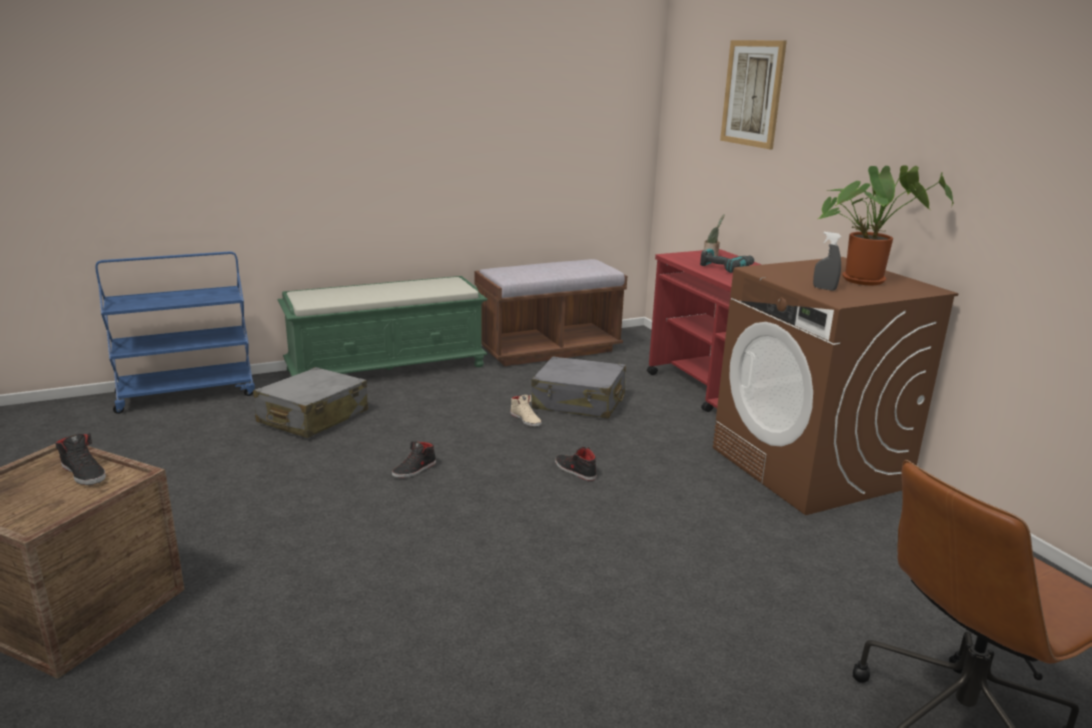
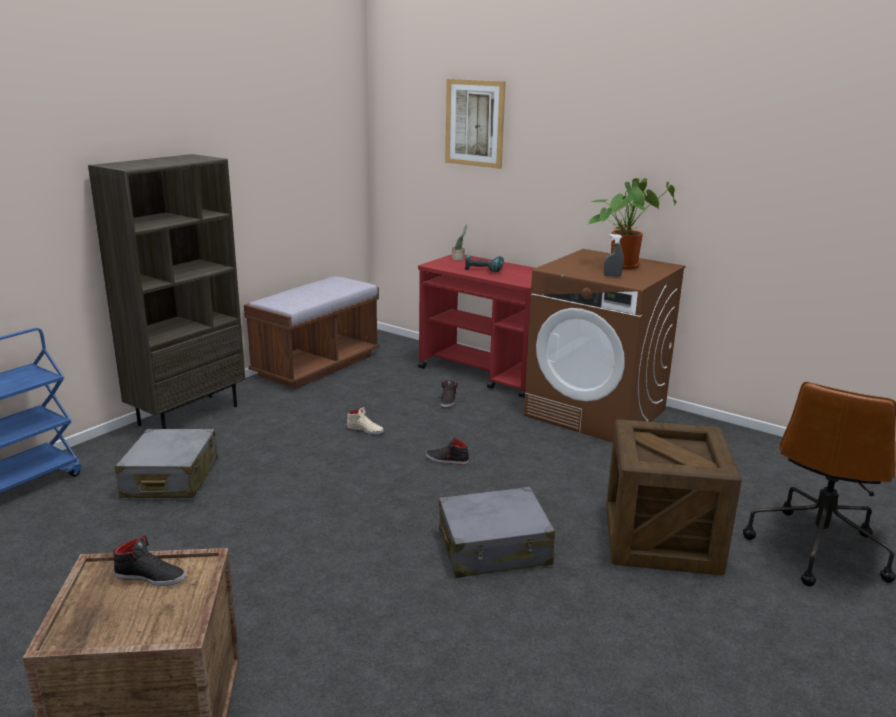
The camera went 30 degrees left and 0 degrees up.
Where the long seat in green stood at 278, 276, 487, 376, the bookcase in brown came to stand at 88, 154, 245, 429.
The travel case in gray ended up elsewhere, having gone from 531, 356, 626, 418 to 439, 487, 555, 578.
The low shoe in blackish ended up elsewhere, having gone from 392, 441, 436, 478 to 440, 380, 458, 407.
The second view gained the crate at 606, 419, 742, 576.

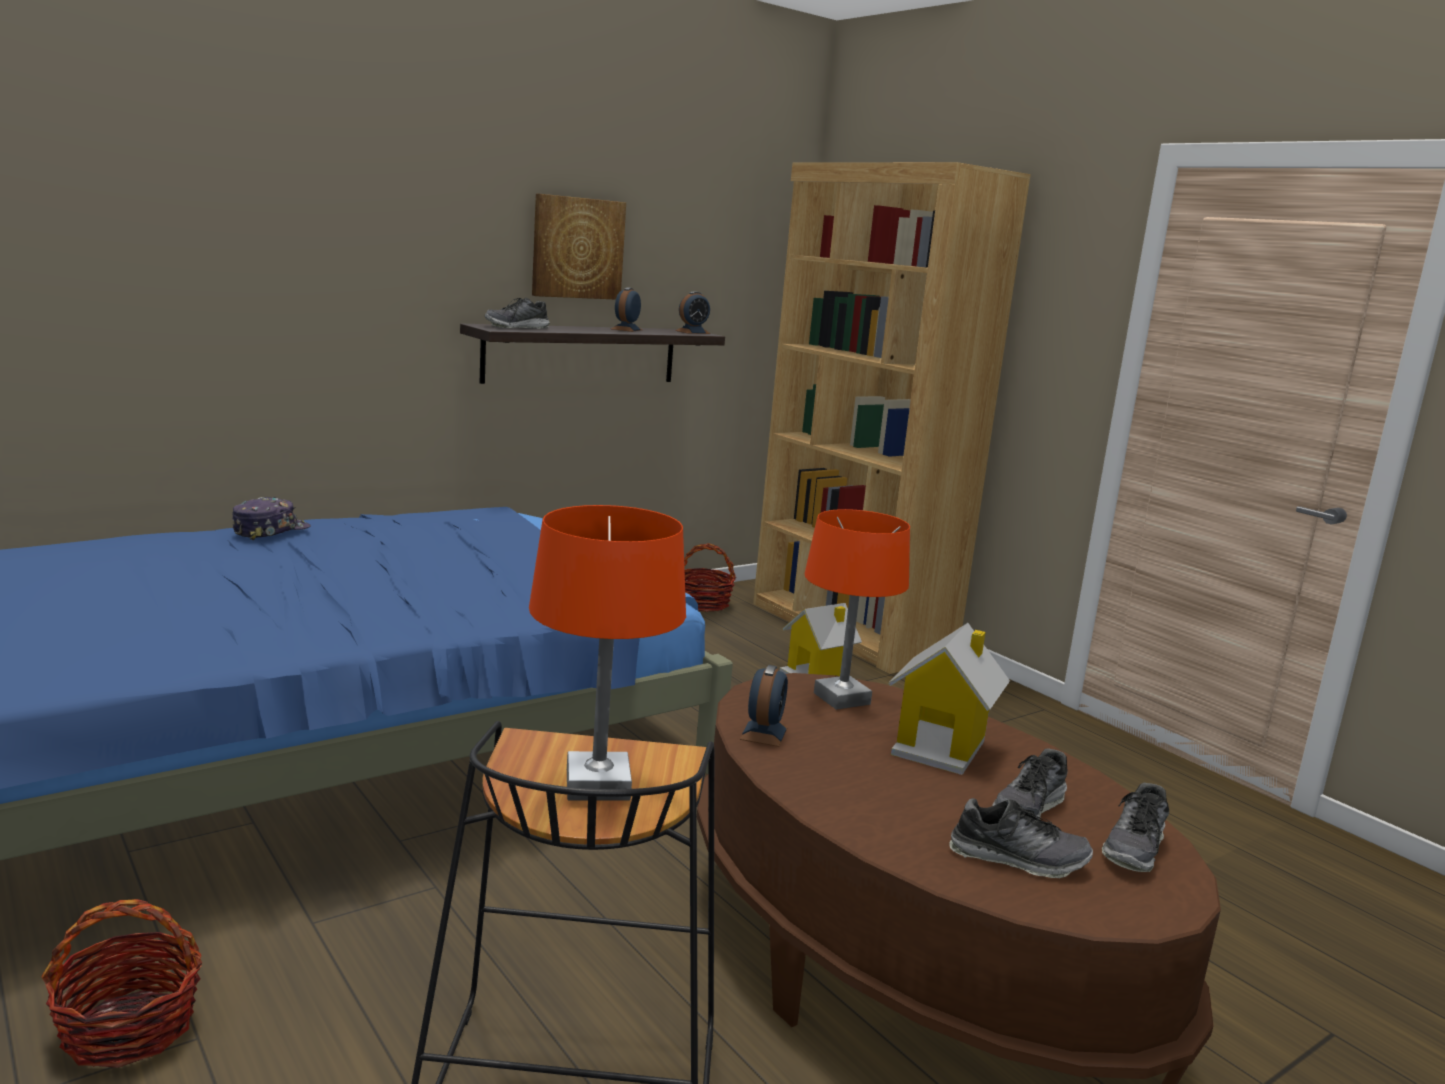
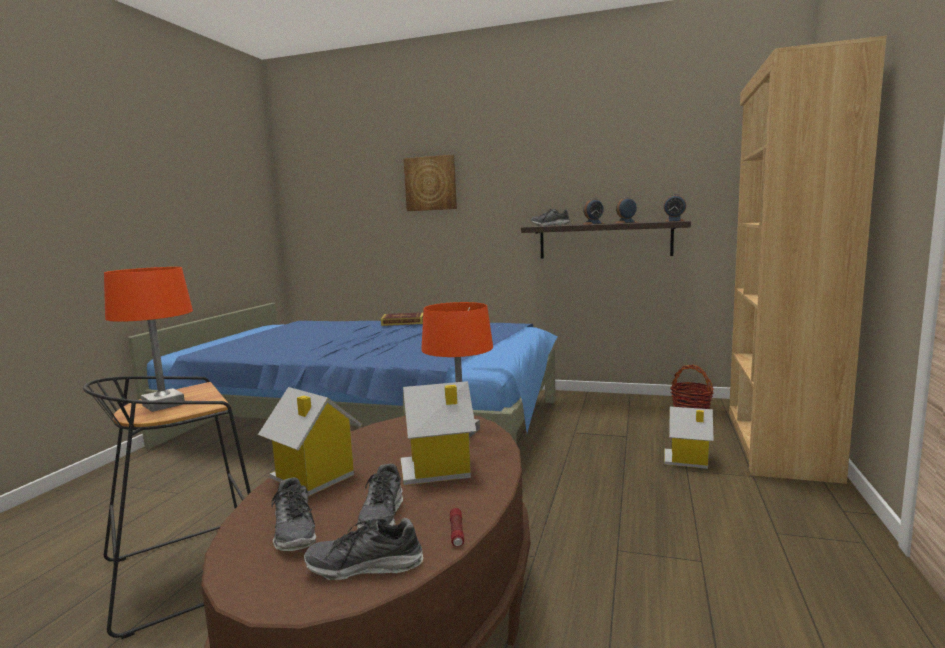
The camera went 55 degrees right and 5 degrees down.
The second view gained the model house at 258, 387, 362, 496.
The low shoe at 992, 748, 1068, 819 ended up facing another way, 90 degrees counterclockwise from before.
Where the peaked cap stood at 232, 497, 311, 540, the book came to stand at 381, 312, 423, 326.
The picture ended up elsewhere, having gone from 532, 193, 626, 300 to 404, 155, 457, 211.
The second view gained the torch at 450, 508, 464, 547.
The table clock ended up elsewhere, having gone from 740, 665, 788, 747 to 582, 198, 605, 225.
The second view lost the household basket at 41, 899, 202, 1068.

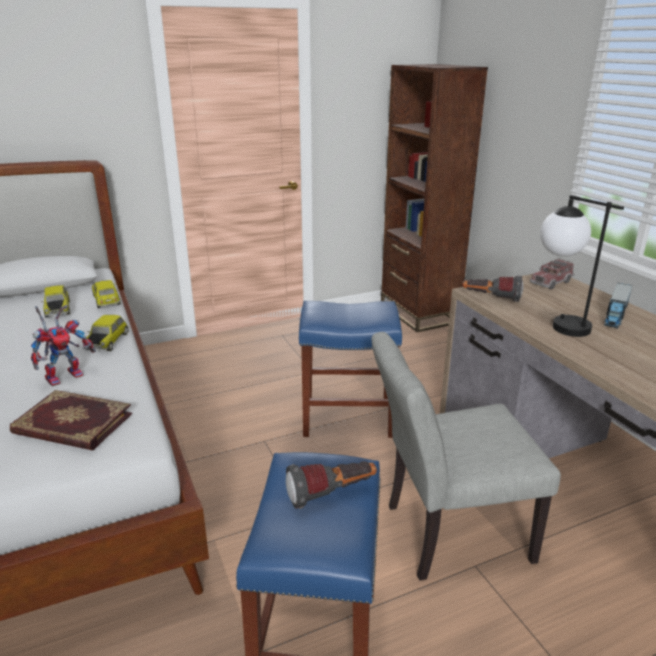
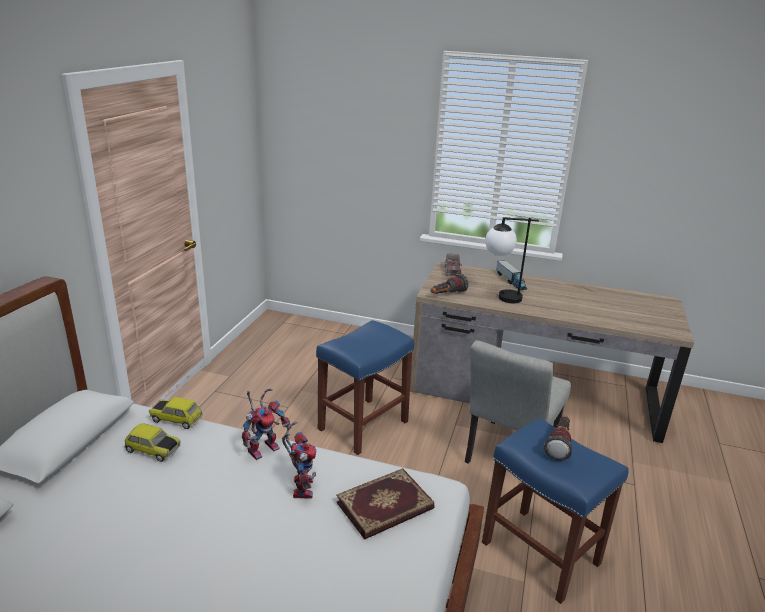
The camera went 50 degrees left and 0 degrees up.
Where the miniature car stood at 83, 315, 129, 351, the toy robot came to stand at 242, 388, 291, 460.
The second view lost the bookcase in brown at 381, 64, 488, 332.

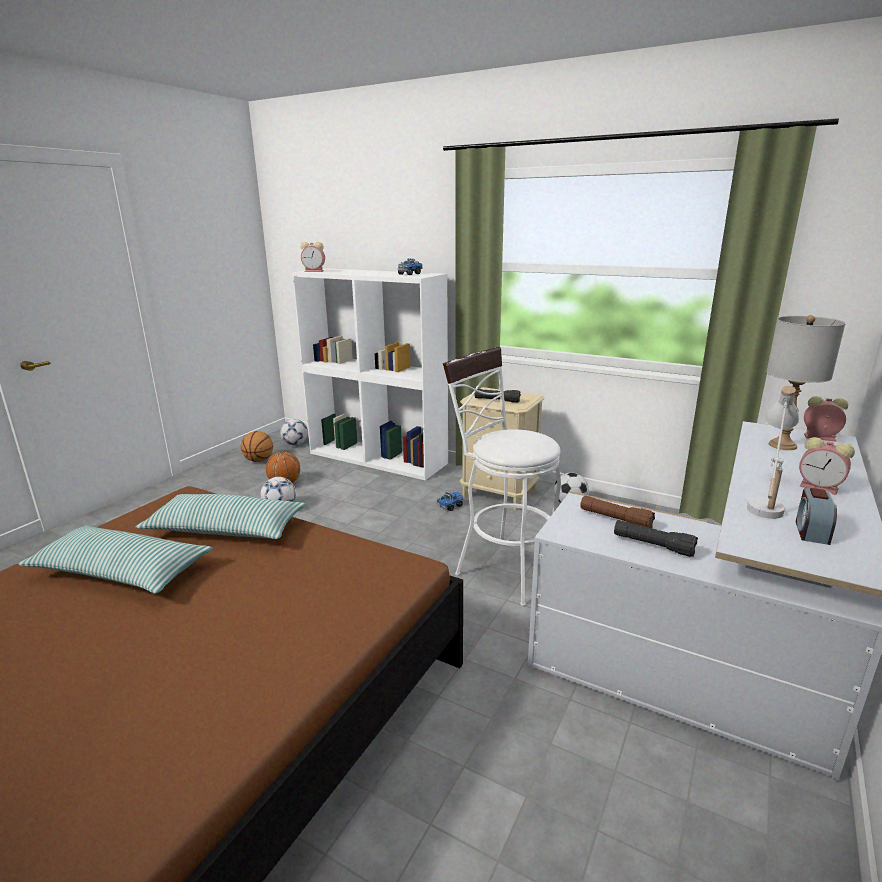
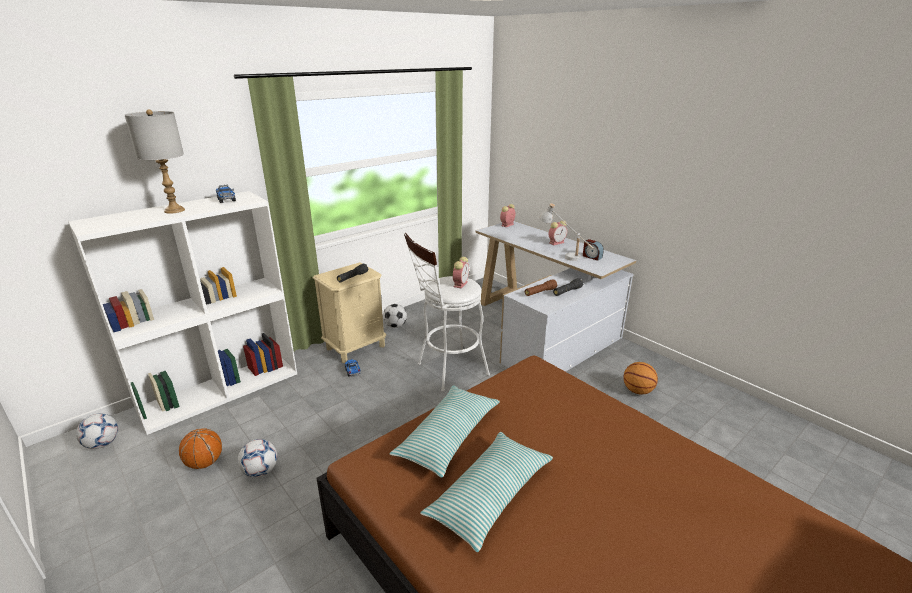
The camera went 70 degrees left and 5 degrees up.
The lamp for a table in gray ended up elsewhere, having gone from 766, 315, 846, 450 to 125, 109, 185, 214.
The table clock ended up elsewhere, having gone from 301, 242, 325, 272 to 453, 257, 469, 289.
The basketball ended up elsewhere, having gone from 241, 431, 273, 462 to 623, 362, 658, 395.

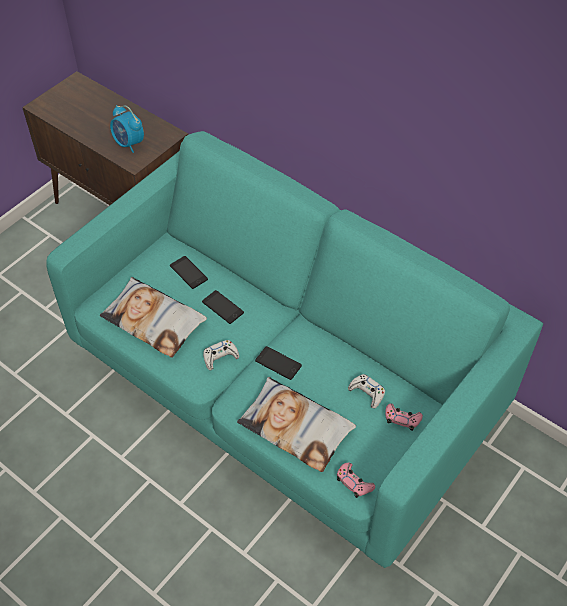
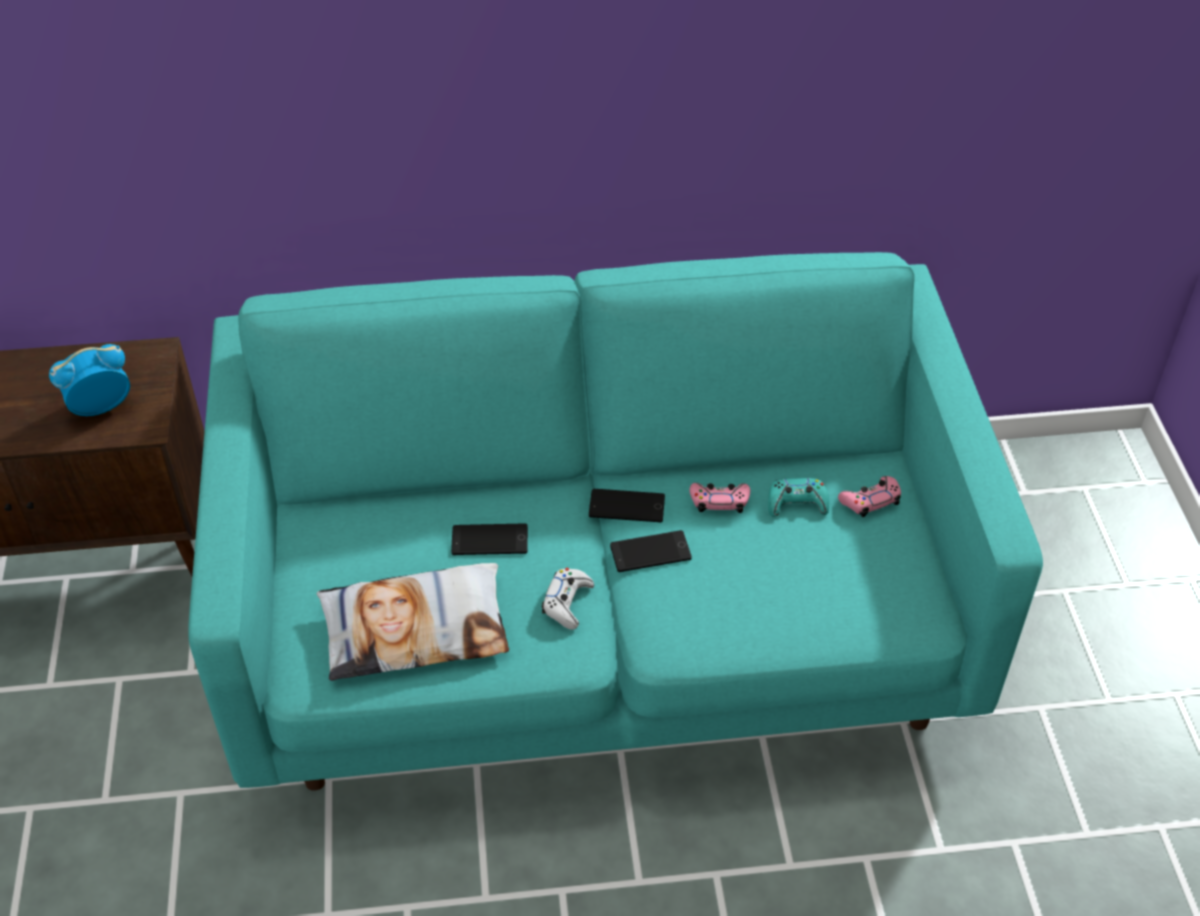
The camera went 45 degrees left and 5 degrees down.
The table clock at 110, 105, 144, 153 ended up facing another way, 150 degrees clockwise from before.
The phone ended up elsewhere, having gone from 170, 256, 208, 289 to 589, 489, 665, 523.
The game controller in pinkish ended up elsewhere, having gone from 337, 463, 375, 498 to 690, 483, 750, 513.
What was the game controller in white-coloured at 348, 374, 385, 409 turned into the game controller in turquoise-coloured at 768, 478, 829, 517.
The second view lost the pillow at 237, 377, 356, 472.

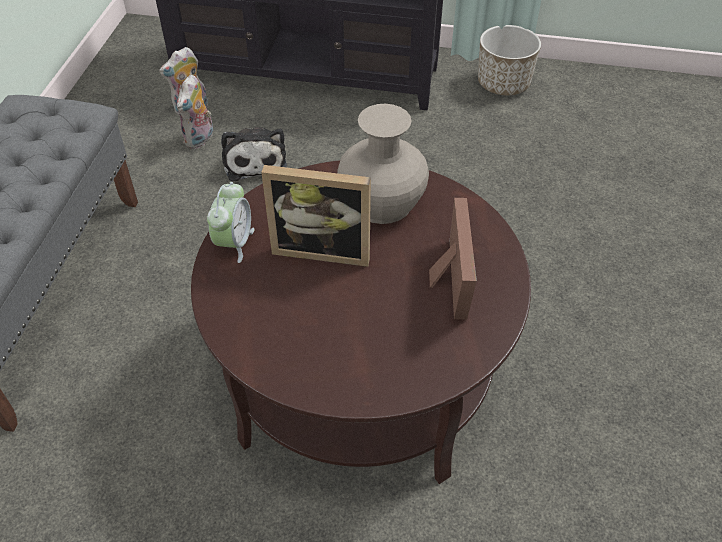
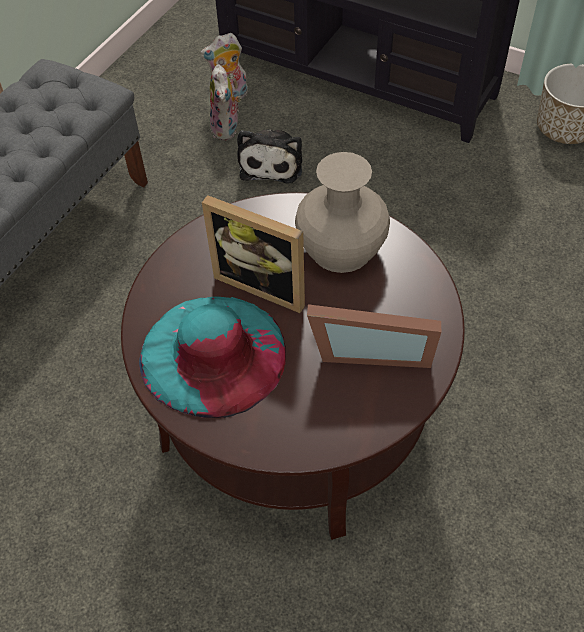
The camera went 20 degrees right and 5 degrees up.
The second view gained the wearable hat in turquoise-coloured at 139, 296, 286, 418.
The soft toy at 176, 75, 213, 149 ended up facing another way, 45 degrees counterclockwise from before.
The photo frame at 429, 198, 477, 319 ended up facing another way, 75 degrees clockwise from before.
The second view lost the table clock at 207, 182, 255, 263.

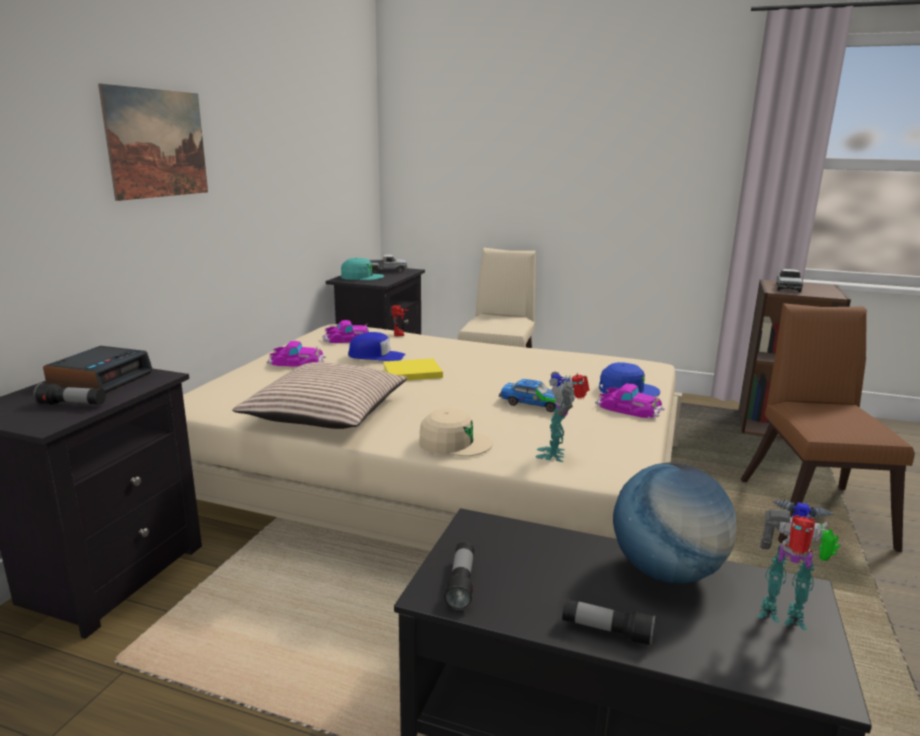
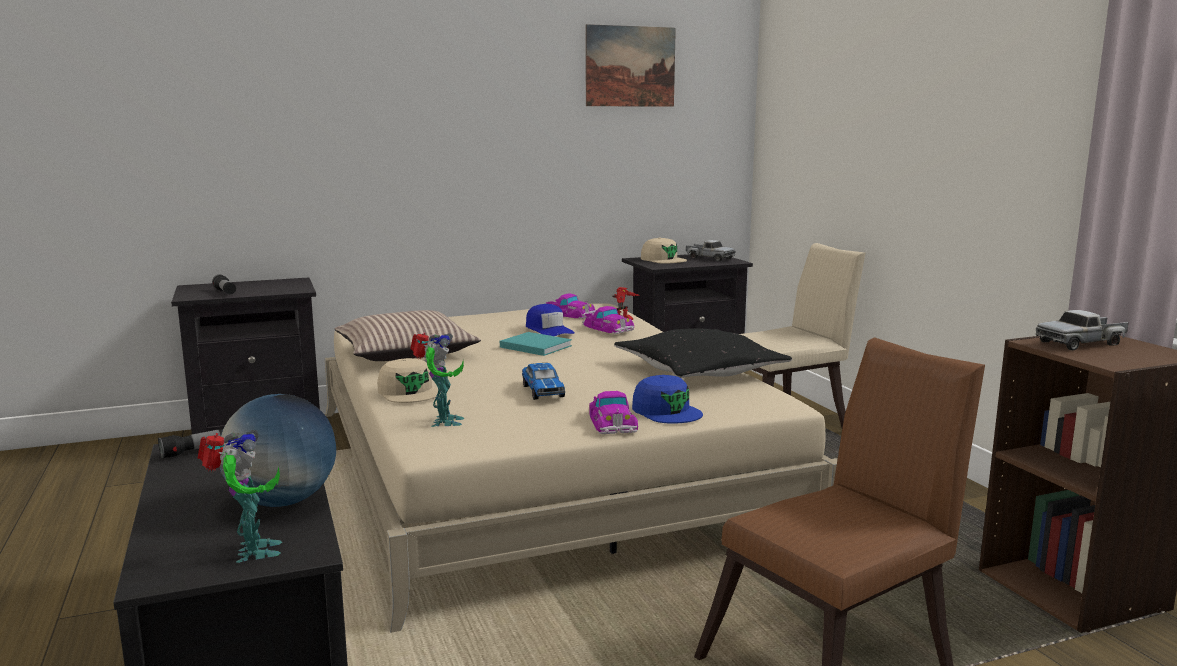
The camera went 50 degrees right and 5 degrees down.
The toy robot at 535, 372, 589, 462 ended up facing another way, 120 degrees clockwise from before.
What was the book in yellow-coloured at 383, 358, 443, 381 turned into the book in turquoise-coloured at 500, 332, 572, 356.
The miniature car ended up elsewhere, having gone from 267, 341, 326, 366 to 582, 306, 634, 334.
The picture ended up elsewhere, having gone from 98, 84, 208, 201 to 586, 24, 676, 107.
The second view gained the pillow in blackish at 614, 328, 792, 378.
What was the peaked cap in turquoise-coloured at 341, 258, 384, 280 turned into the peaked cap in sand-coloured at 641, 238, 687, 264.
The second view lost the table clock at 43, 346, 153, 393.
The second view lost the torch at 562, 598, 656, 646.

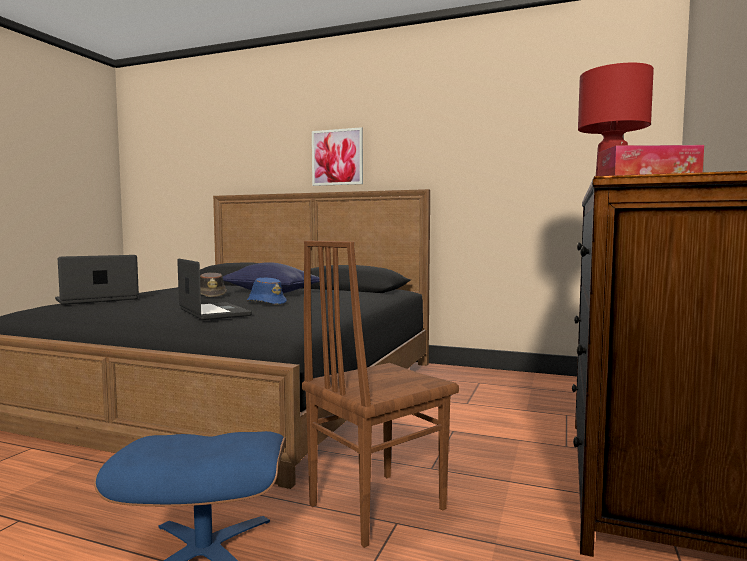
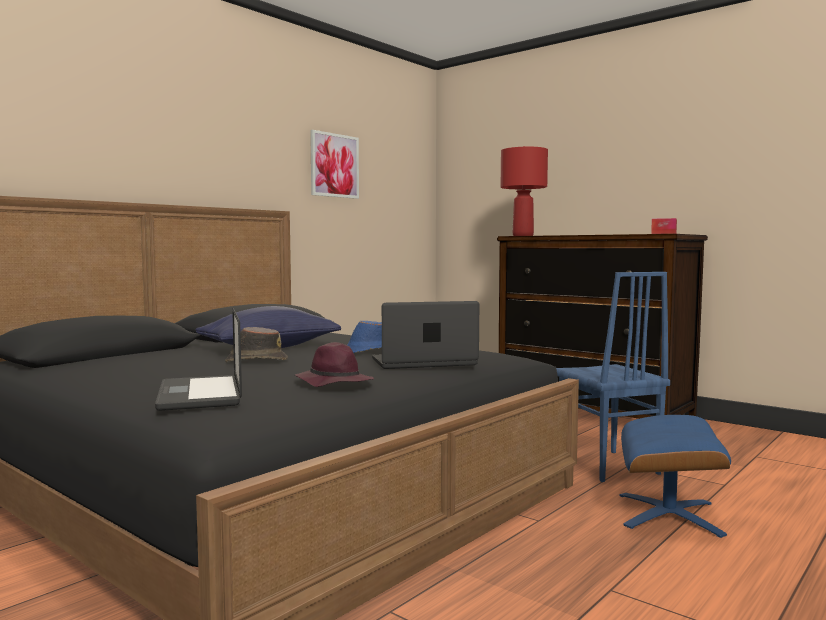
The camera went 70 degrees left and 0 degrees up.
The second view gained the wearable hat in purplish at 295, 342, 374, 387.
The picture ended up elsewhere, having gone from 312, 127, 363, 186 to 310, 130, 359, 199.
What was the chair in brown at 302, 241, 459, 548 turned into the chair in blue-coloured at 556, 272, 670, 482.

